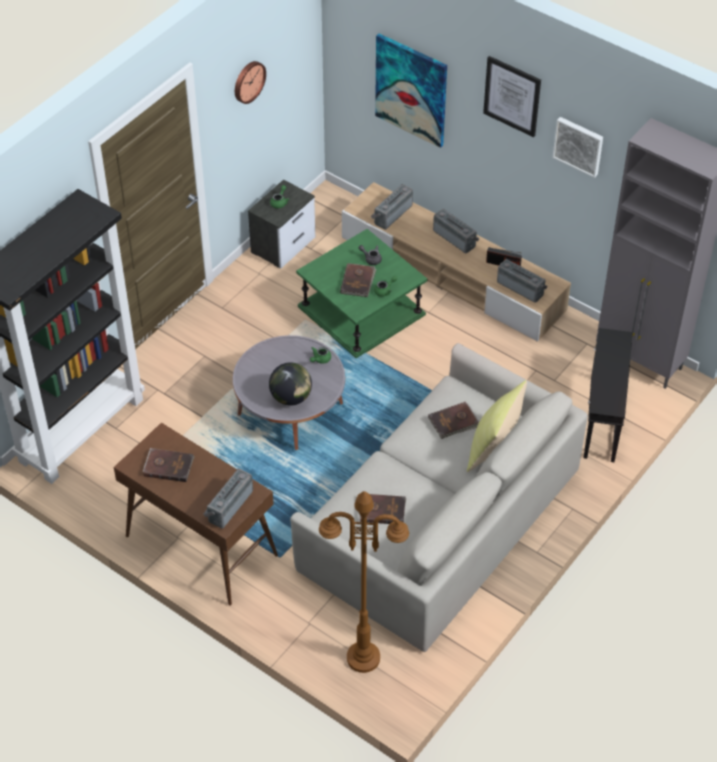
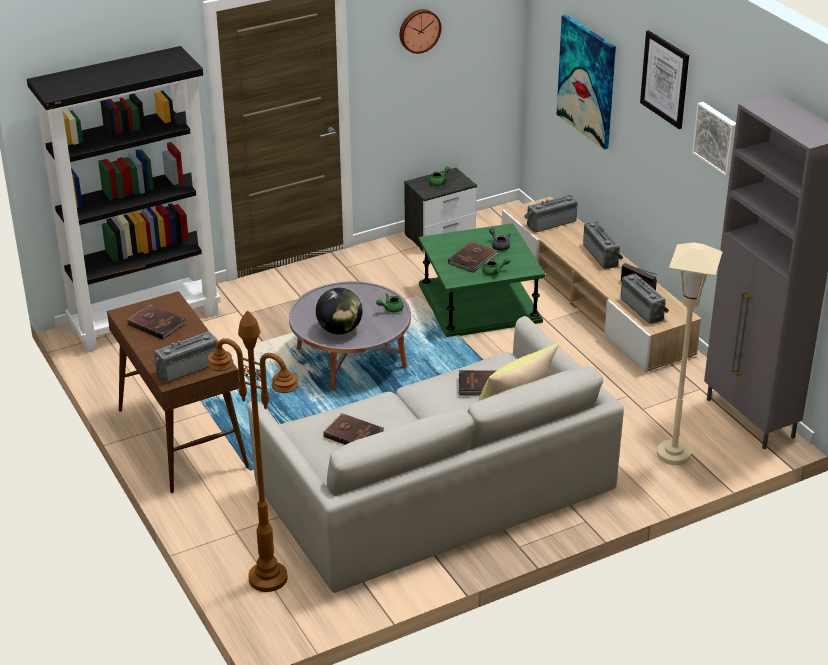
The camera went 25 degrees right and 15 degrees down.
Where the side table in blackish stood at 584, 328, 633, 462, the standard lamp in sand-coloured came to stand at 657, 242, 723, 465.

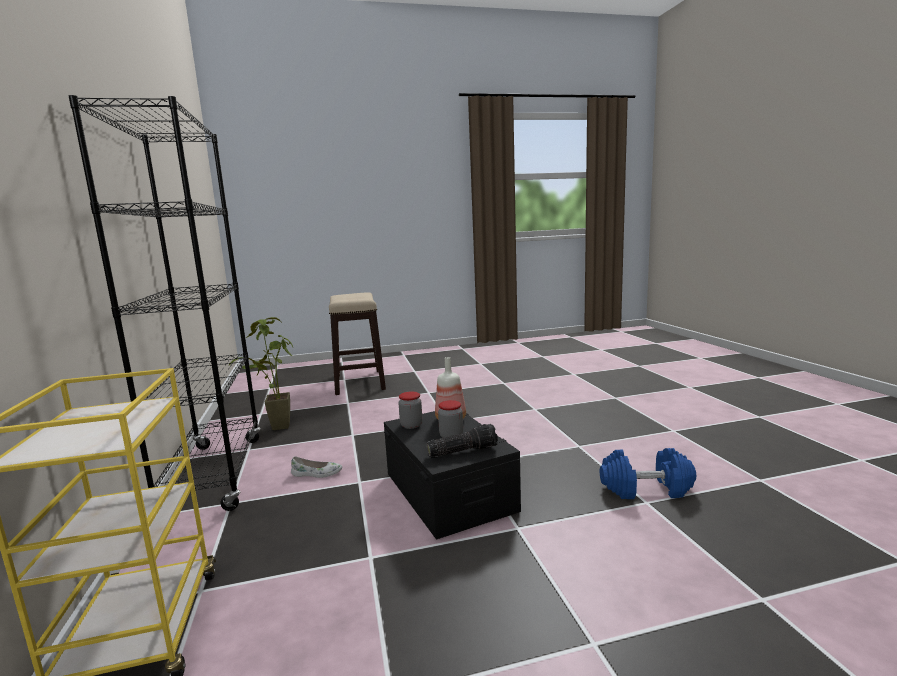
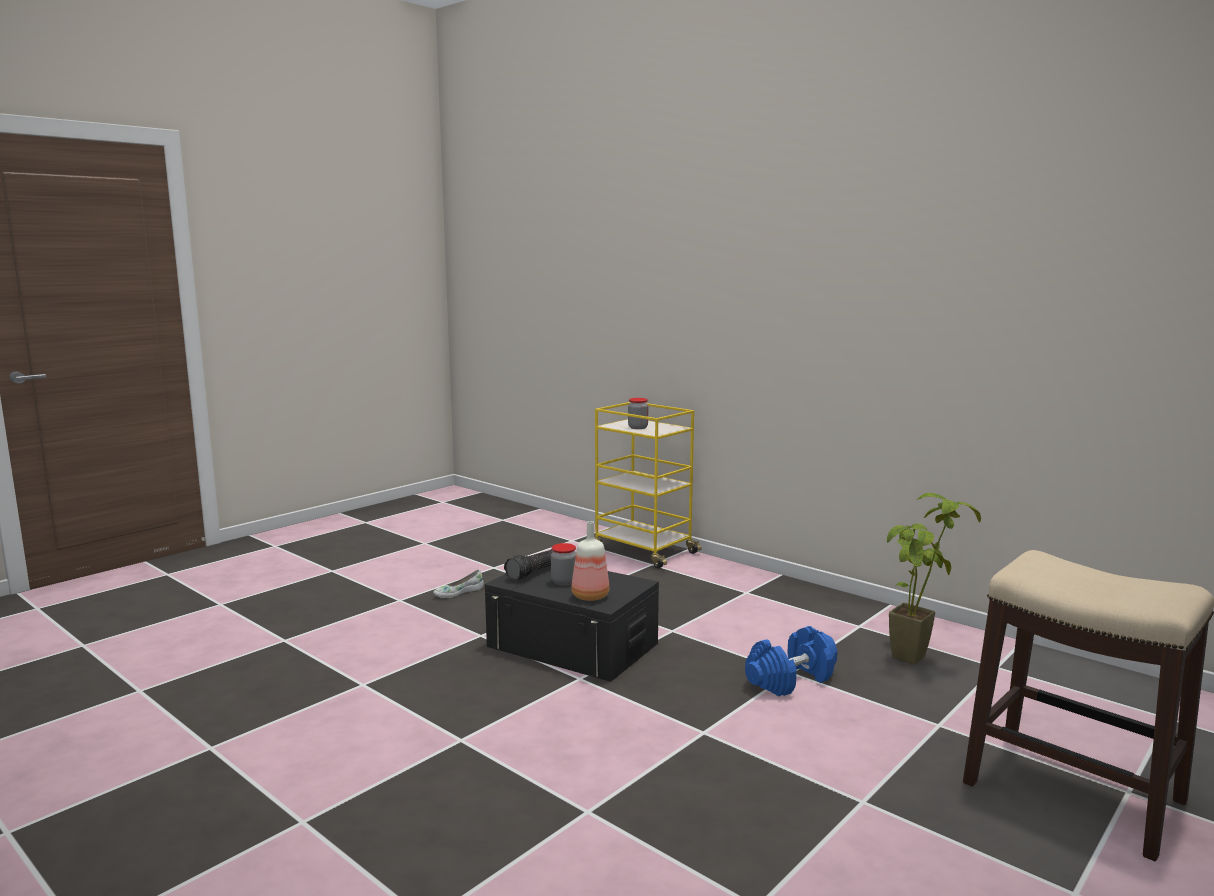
The camera went 145 degrees right and 0 degrees up.
The low shoe in white-coloured ended up elsewhere, having gone from 291, 456, 342, 478 to 433, 569, 484, 598.
The preserve jar ended up elsewhere, having gone from 399, 392, 422, 429 to 628, 398, 648, 429.
The free weight in blue-coloured ended up elsewhere, having gone from 600, 448, 696, 499 to 745, 626, 837, 696.
The second view lost the bookcase in blackish at 69, 95, 261, 511.

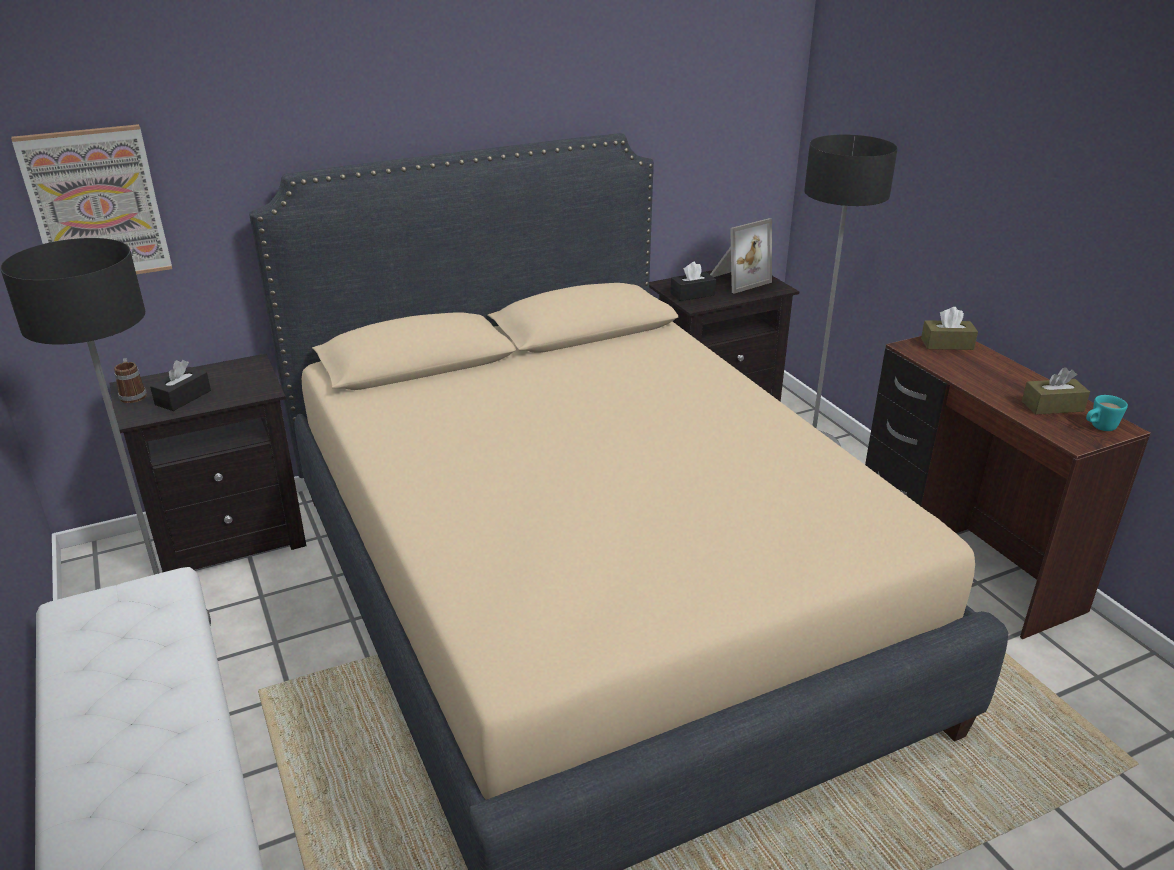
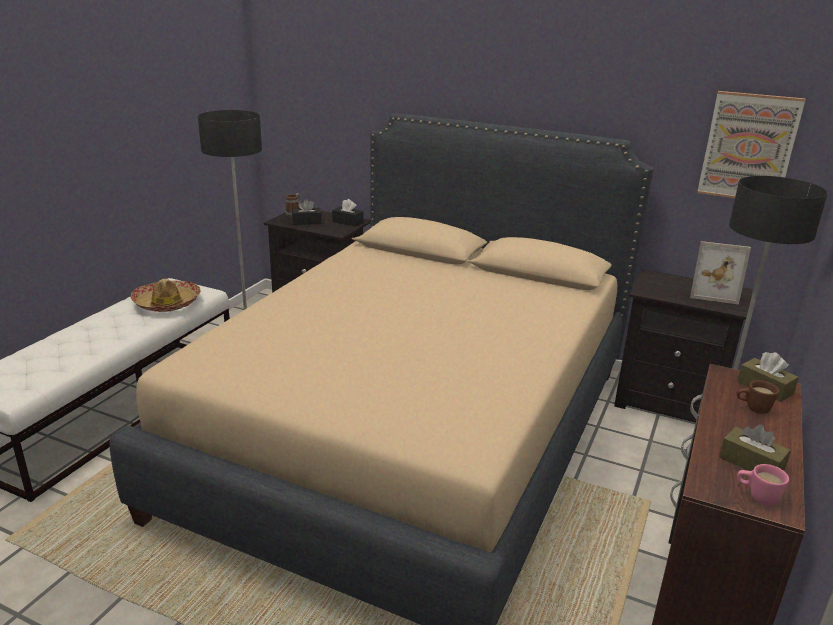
The camera went 50 degrees right and 5 degrees down.
The second view gained the wearable hat at 131, 279, 201, 312.
The tissue box in blackish ended up elsewhere, having gone from 670, 262, 716, 301 to 332, 199, 363, 227.
The picture ended up elsewhere, having gone from 11, 124, 172, 274 to 697, 91, 805, 198.
The second view gained the coffee mug in brown at 736, 380, 779, 414.
What was the coffee mug in turquoise-coloured at 1086, 395, 1128, 431 turned into the coffee mug in pinkish at 737, 464, 789, 506.

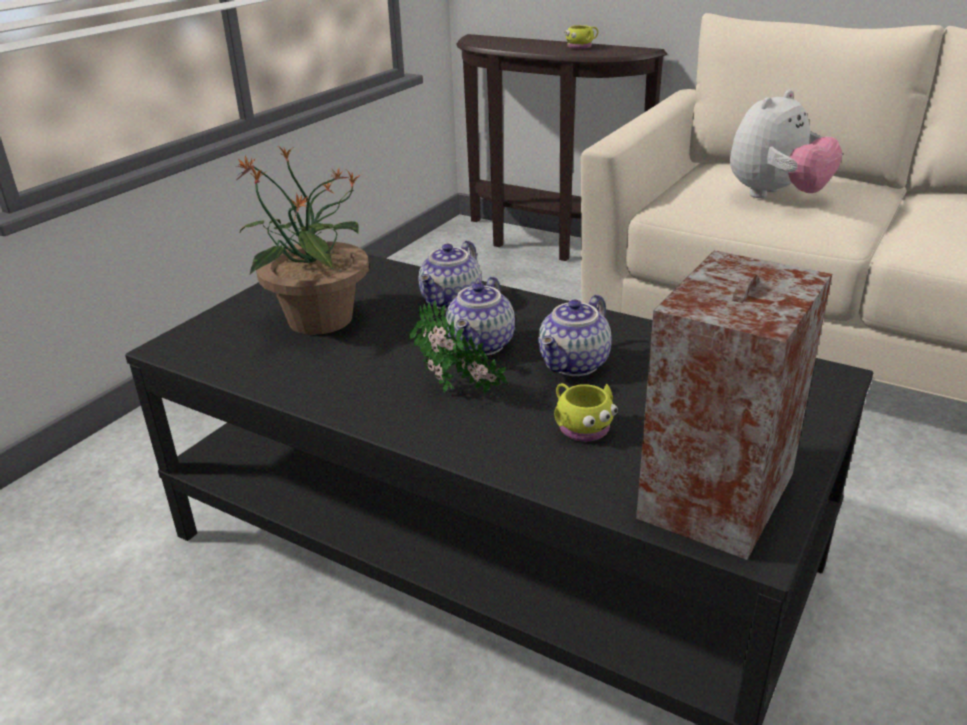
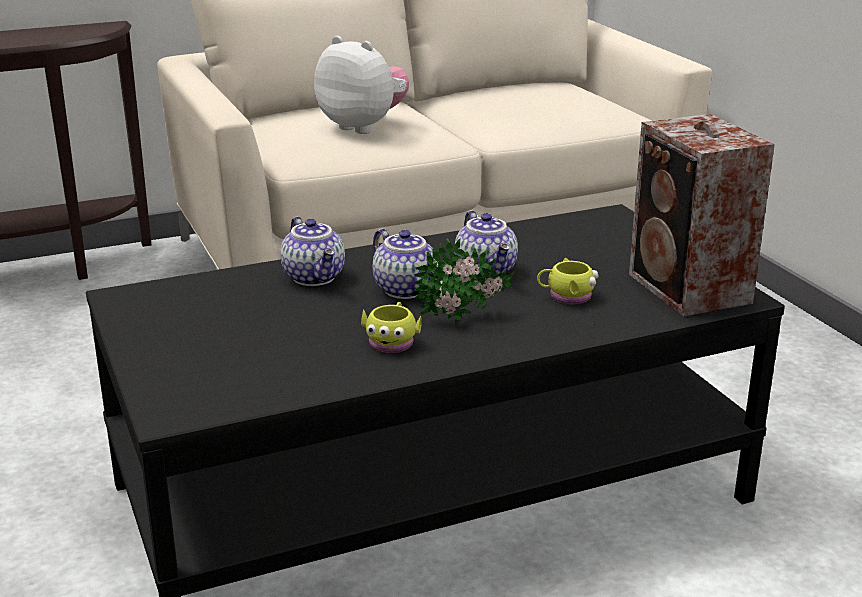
The camera went 55 degrees left and 5 degrees down.
The soft toy at 730, 90, 842, 198 ended up facing another way, 45 degrees counterclockwise from before.
The coffee mug in yellow-coloured ended up elsewhere, having gone from 564, 25, 598, 49 to 361, 302, 422, 353.
The second view lost the potted plant at 236, 145, 369, 335.

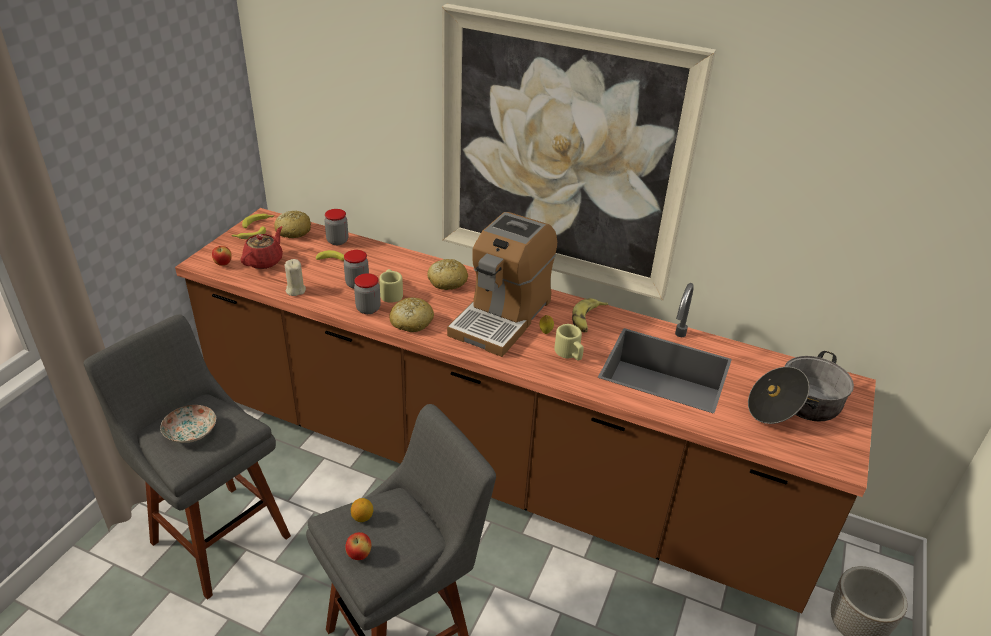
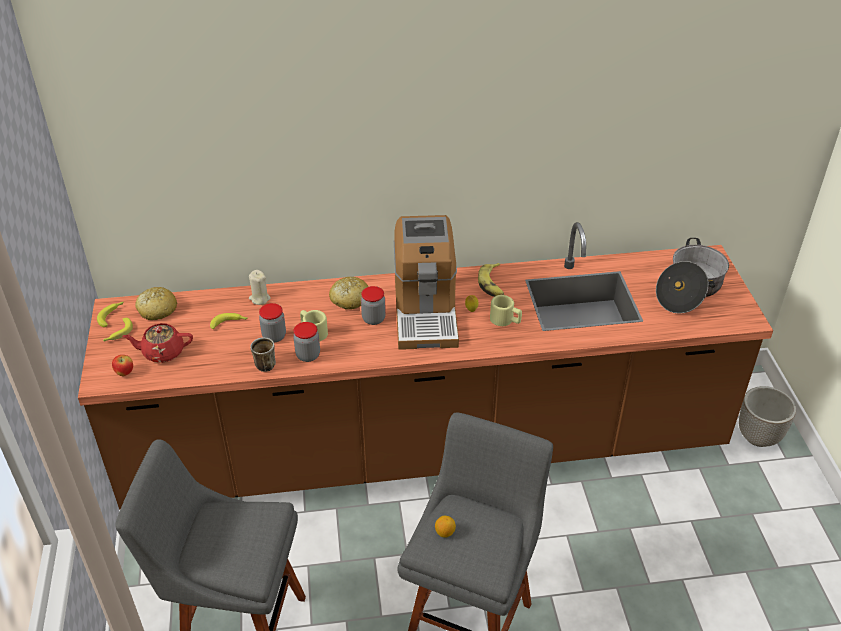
The camera went 30 degrees left and 5 degrees up.
The tea pot in red-coloured at 241, 226, 283, 269 ended up facing another way, 90 degrees counterclockwise from before.
The wax light in sand-coloured ended up elsewhere, having gone from 285, 259, 306, 296 to 249, 270, 271, 305.
The second view gained the coffee mug at 250, 337, 276, 372.
The preserve jar ended up elsewhere, having gone from 324, 209, 348, 245 to 361, 286, 386, 325.
The second view lost the dinner plate at 160, 405, 216, 443.
The second view lost the apple fruit at 345, 532, 371, 560.
The second view lost the baked bread at 389, 297, 434, 332.
The second view lost the picture at 442, 4, 716, 300.

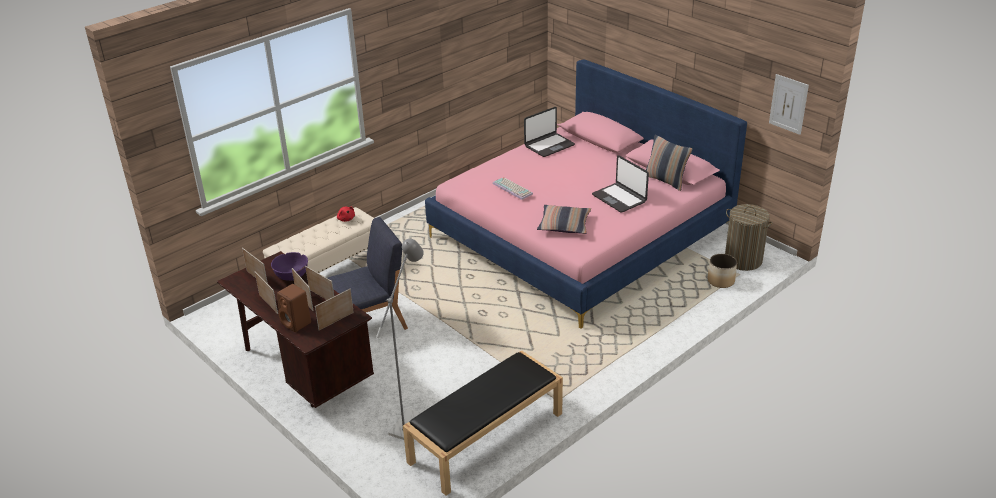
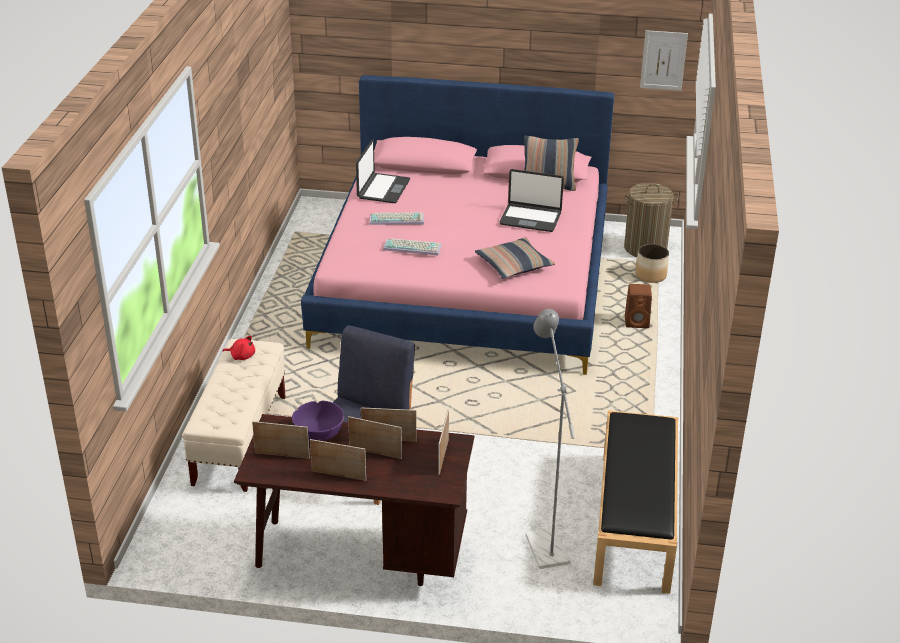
The camera went 40 degrees left and 0 degrees up.
The second view gained the keyboard at 370, 213, 424, 225.
The speaker in brown ended up elsewhere, having gone from 277, 284, 311, 332 to 625, 284, 652, 328.

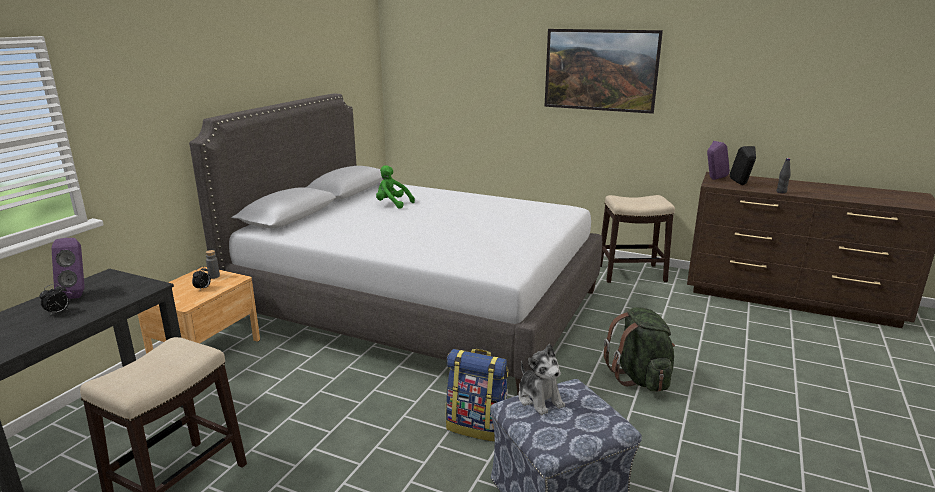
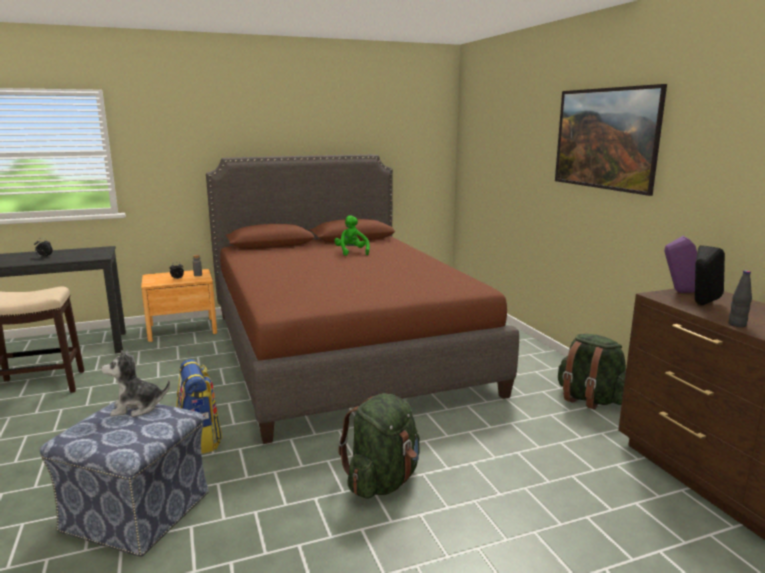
The camera went 45 degrees right and 5 degrees down.
The soft toy at 518, 344, 565, 415 ended up facing another way, 60 degrees clockwise from before.
What was the bed in gray at 189, 93, 602, 394 turned into the bed in brown at 206, 155, 519, 444.
Where the sitting stool stood at 600, 195, 675, 283, the rucksack in green came to stand at 558, 334, 626, 410.
The second view lost the speaker in purplish at 51, 238, 85, 299.

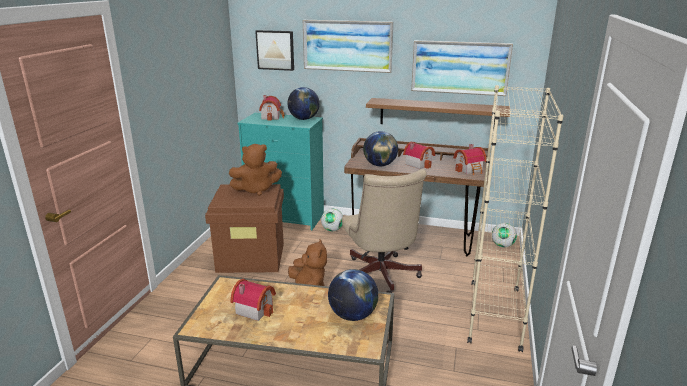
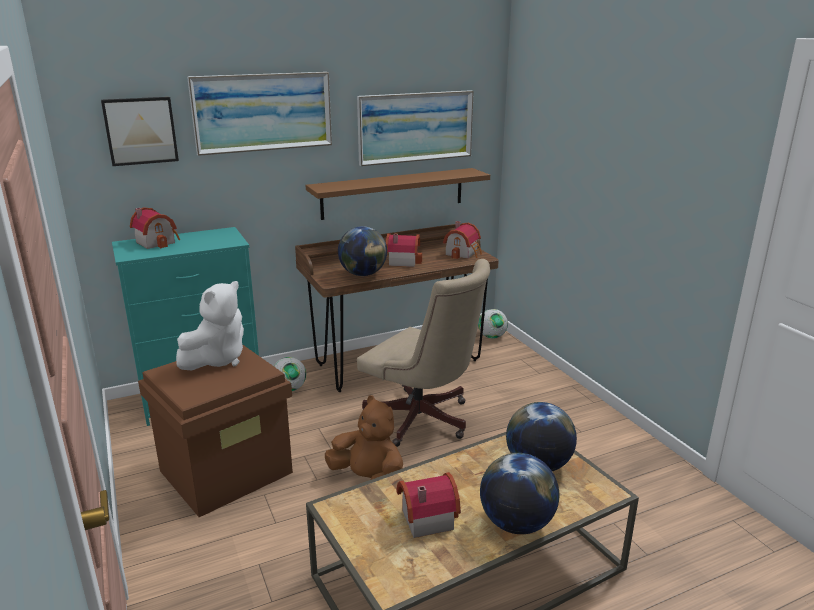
The camera went 40 degrees left and 0 degrees up.
What was the soft toy in brown at 229, 144, 282, 196 turned into the soft toy in white-coloured at 176, 281, 244, 370.
The globe ended up elsewhere, having gone from 288, 87, 320, 120 to 480, 453, 559, 534.
The second view lost the bookcase in sand-coloured at 467, 85, 563, 352.

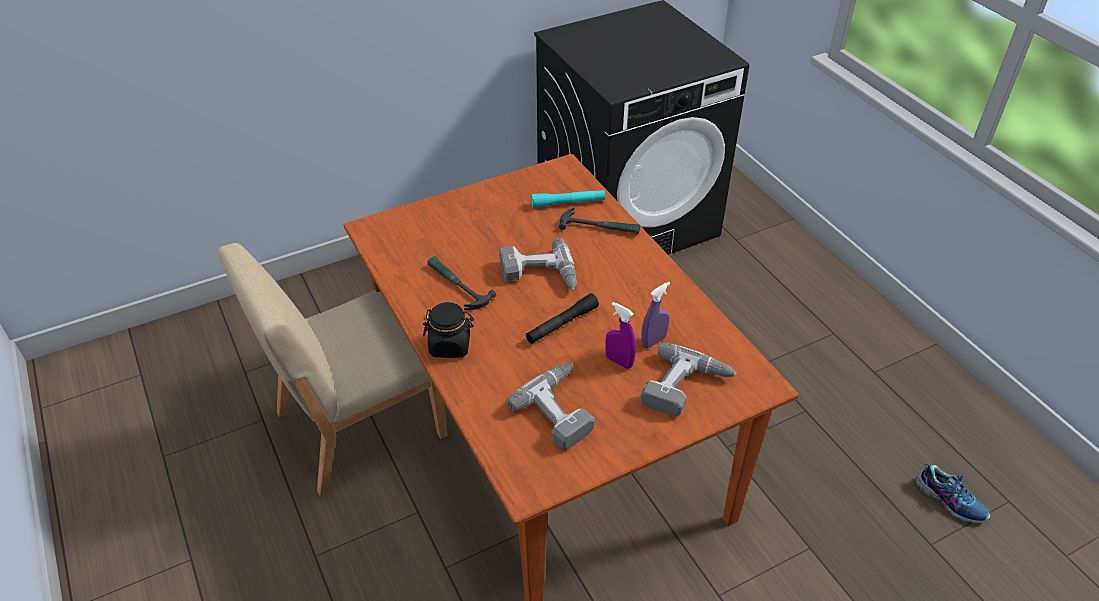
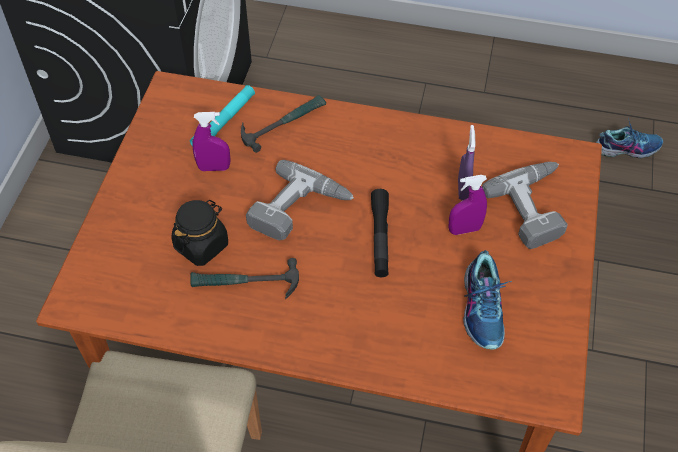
The camera went 50 degrees left and 10 degrees up.
The preserve jar in blackish ended up elsewhere, having gone from 423, 302, 474, 358 to 172, 200, 228, 266.
The second view gained the sprayer in purplish at 192, 112, 230, 171.
Where the electric drill stood at 507, 363, 595, 450, the low shoe came to stand at 463, 250, 512, 350.

